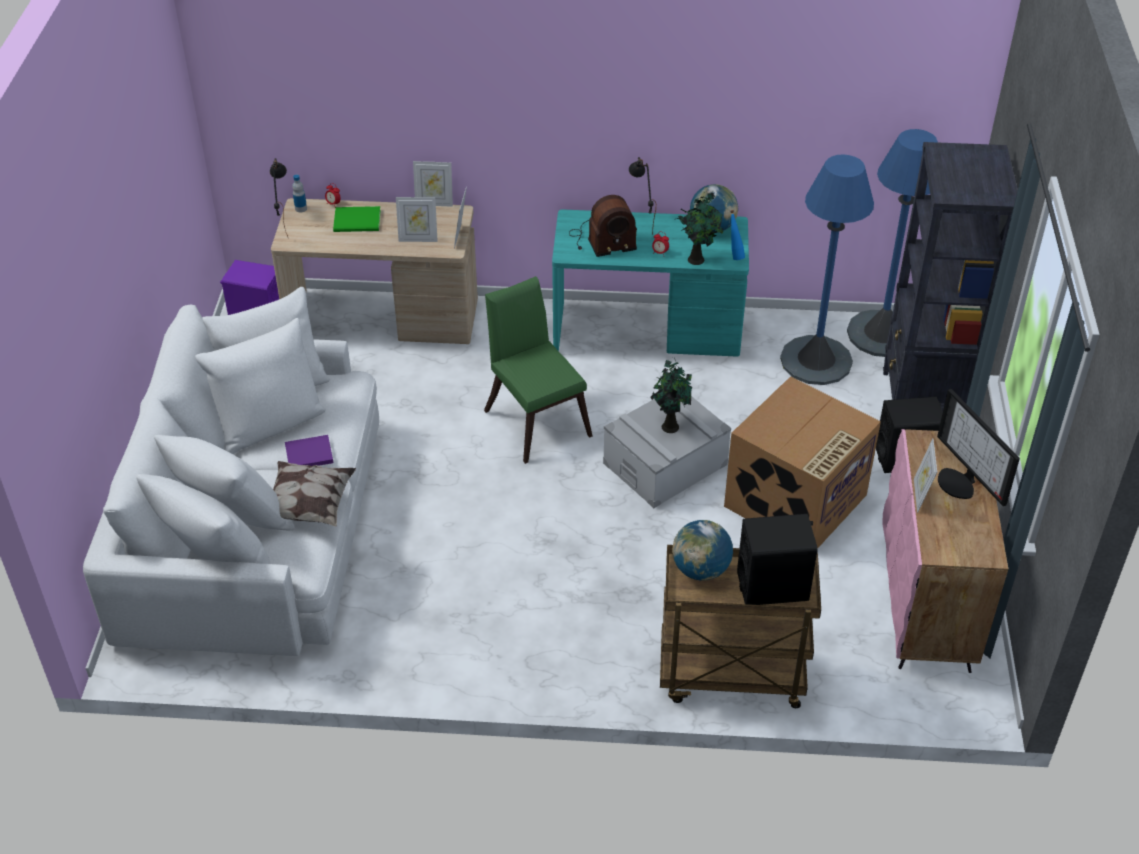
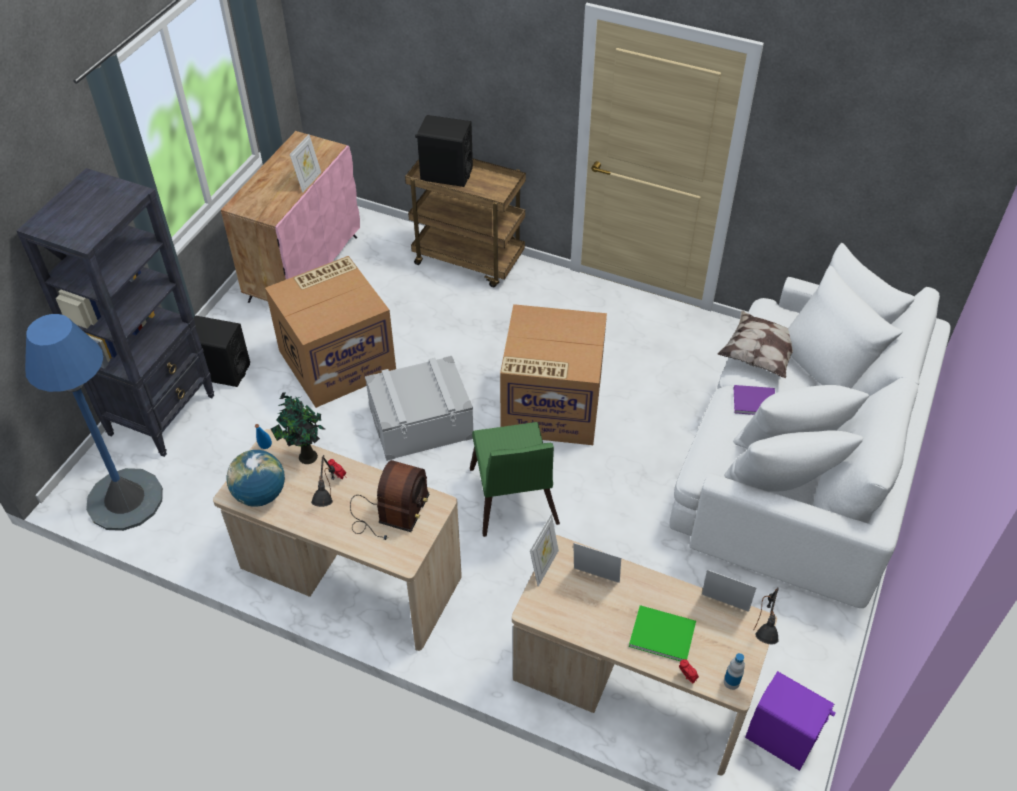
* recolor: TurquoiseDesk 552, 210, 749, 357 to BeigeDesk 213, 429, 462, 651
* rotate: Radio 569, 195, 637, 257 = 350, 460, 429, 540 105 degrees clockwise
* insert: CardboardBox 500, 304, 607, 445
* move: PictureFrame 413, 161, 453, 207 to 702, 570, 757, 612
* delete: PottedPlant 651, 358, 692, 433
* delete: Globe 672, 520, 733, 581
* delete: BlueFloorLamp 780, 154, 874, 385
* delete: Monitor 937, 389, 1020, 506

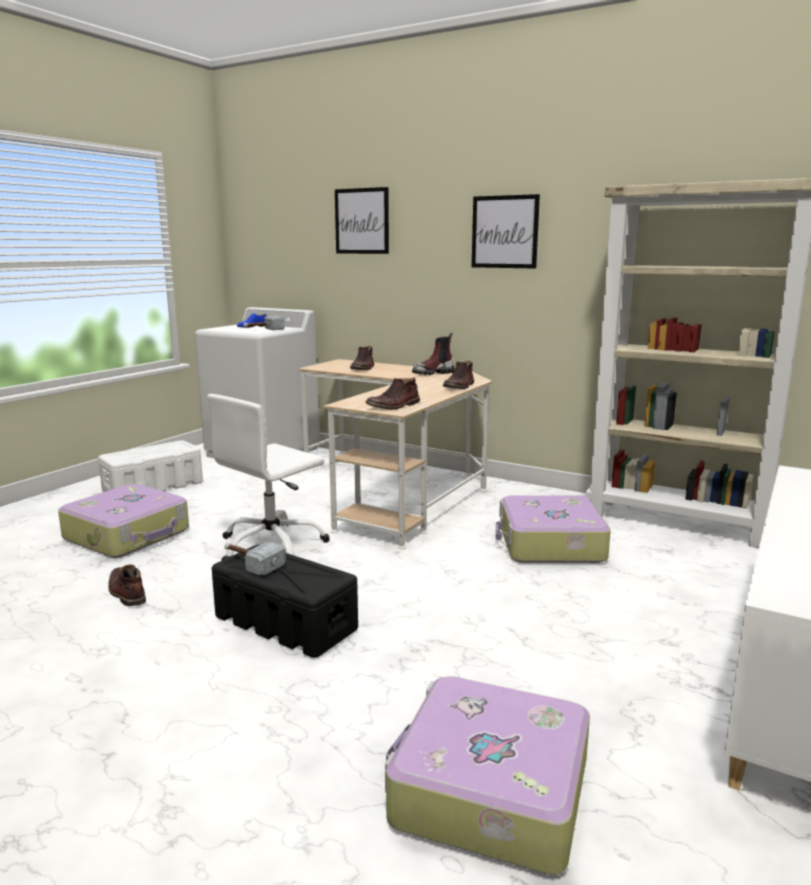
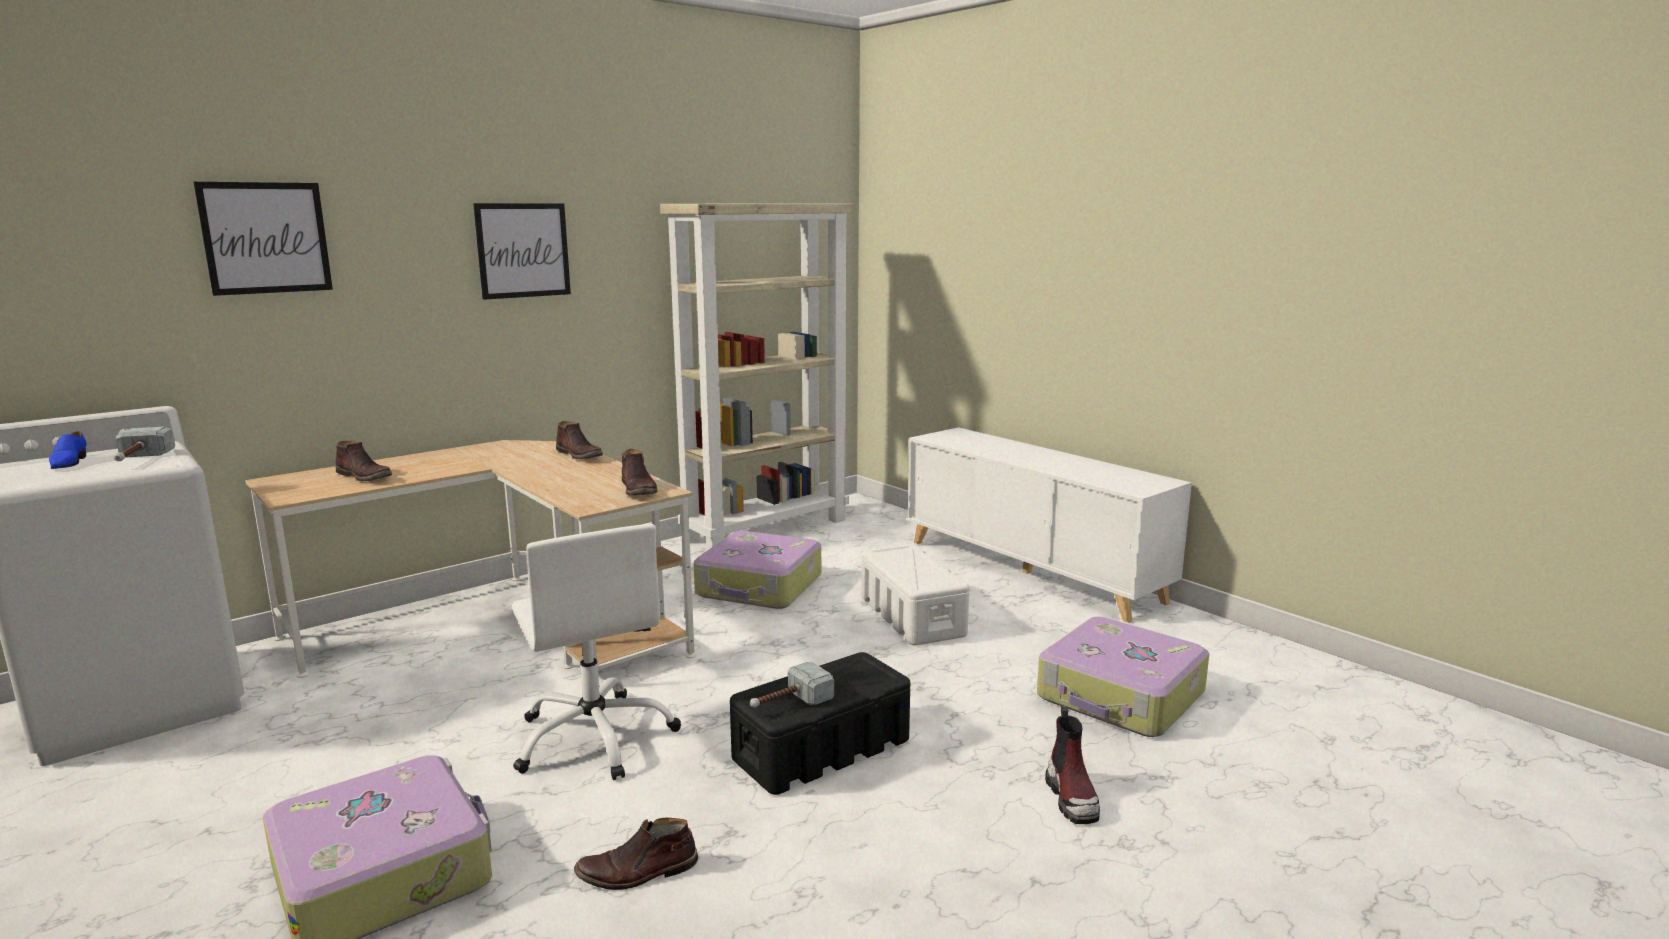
* move: WhiteStorageBox 98, 440, 203, 492 to 861, 544, 969, 645
* move: Boot 412, 333, 455, 375 to 1045, 706, 1100, 824

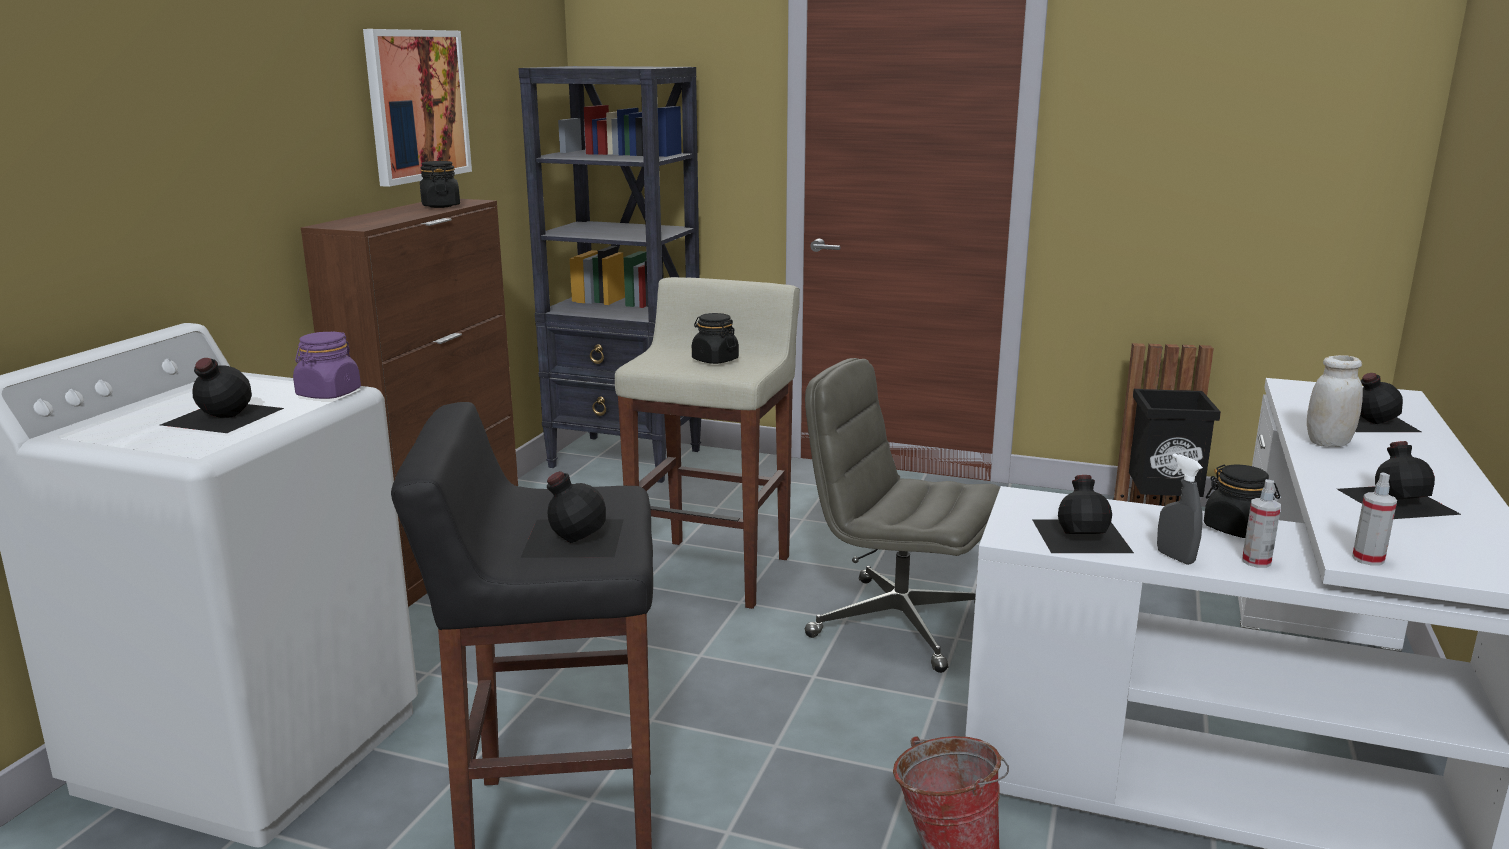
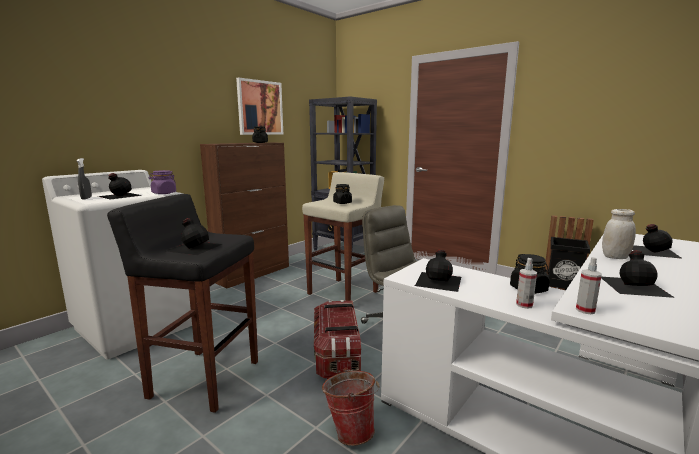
* move: GreySprayBottle 1157, 453, 1203, 565 to 77, 158, 92, 199
* insert: StorageBox 314, 300, 361, 379

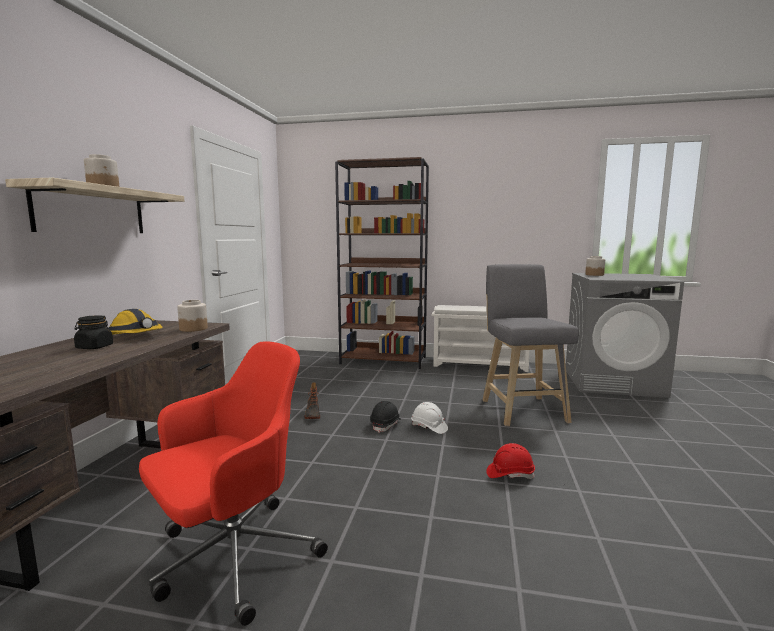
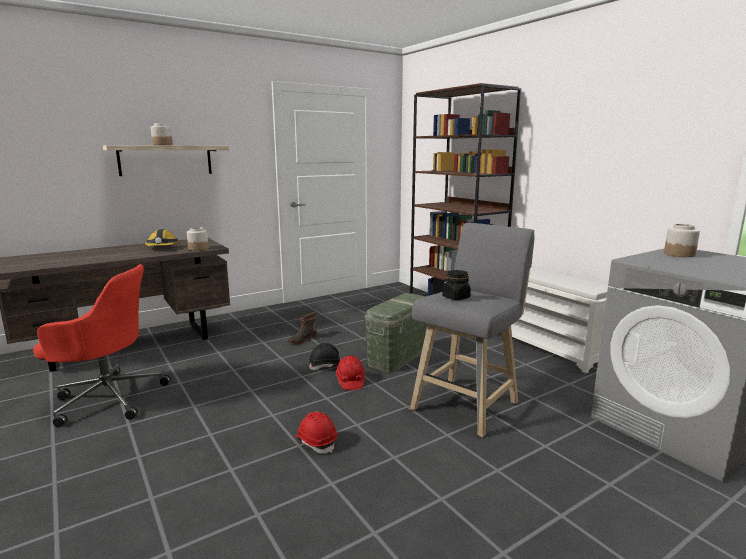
* recolor: WhiteHardHat 411, 402, 448, 434 to RedHardHat 336, 356, 365, 390
* insert: GreenStorageBox 365, 293, 427, 372
* move: BlackJar 74, 315, 113, 349 to 442, 270, 471, 300

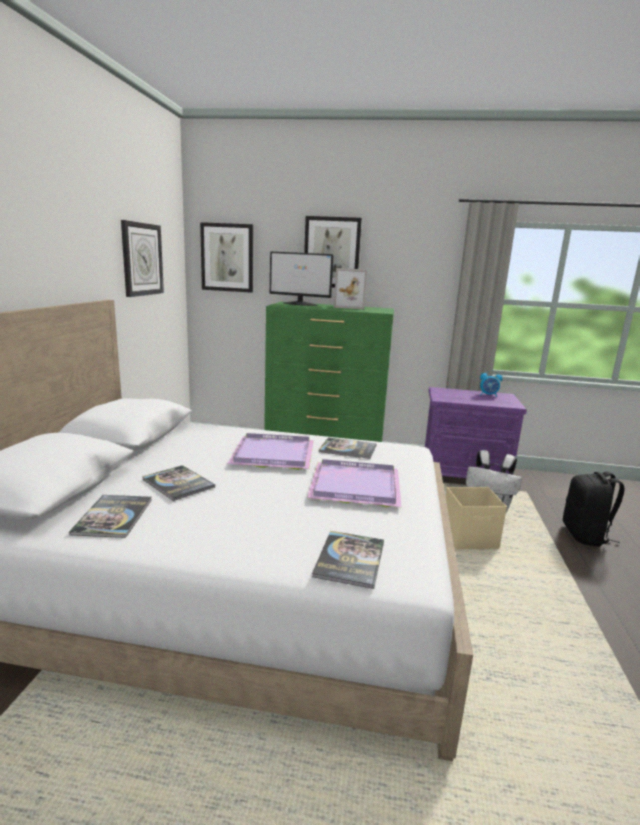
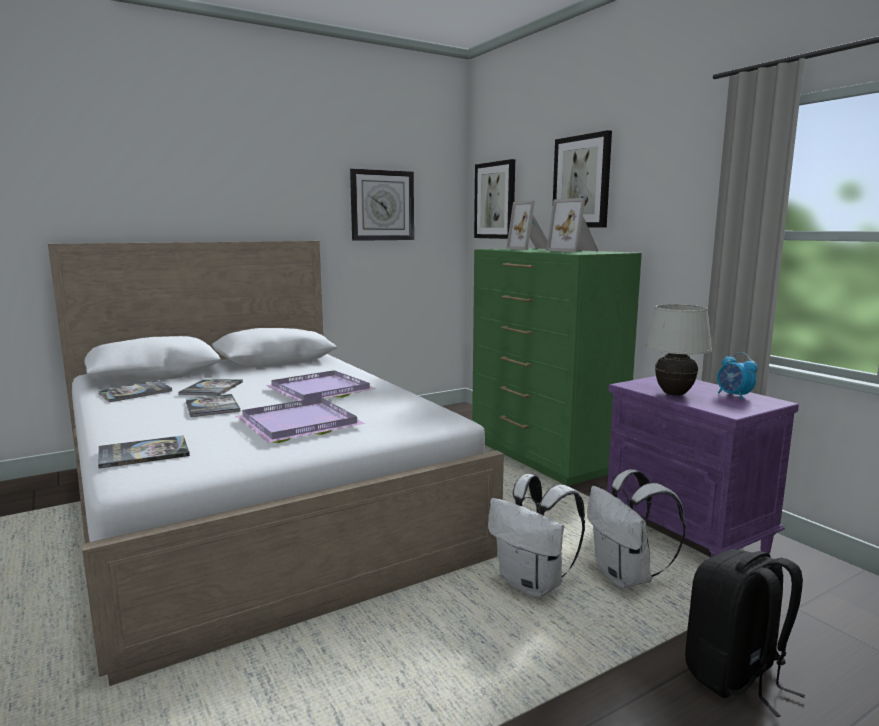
* move: Book 319, 437, 377, 459 to 186, 394, 240, 417
* replace: BeigeStorageBox 446, 487, 507, 549 to WhiteBackpack 488, 474, 585, 598
* replace: Monitor 270, 251, 334, 306 to PictureFrame 506, 201, 548, 250
* insert: WhiteTableLamp 646, 304, 712, 396

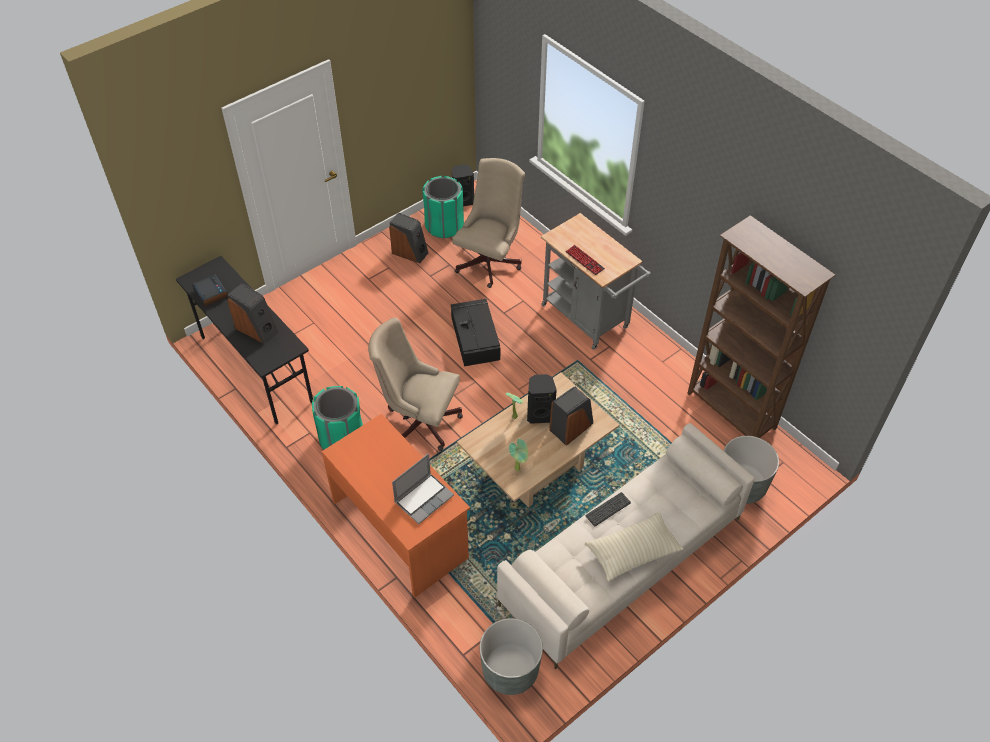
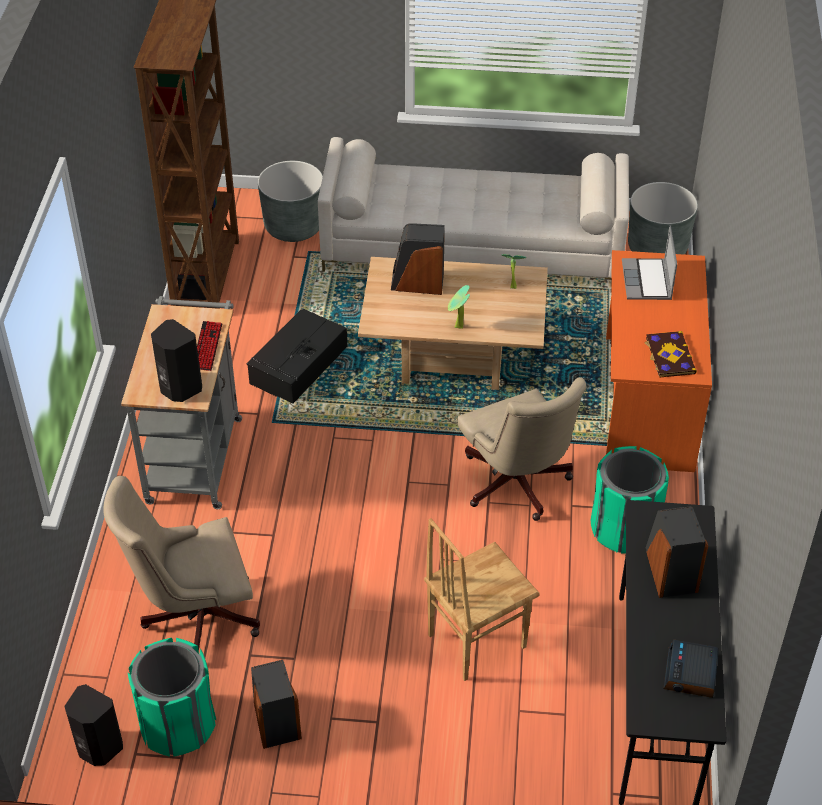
* move: BlackSpeaker 527, 374, 557, 424 to 151, 319, 202, 402
* move: BlackStorageBox 451, 299, 500, 366 to 247, 309, 347, 403
* insert: BrownChair 424, 518, 539, 681
* rotate: Laptop 392, 454, 454, 524 = 622, 225, 677, 300 90 degrees counterclockwise
* insert: Book 644, 331, 697, 377
* delete: BeigePillow 585, 512, 684, 582
* delete: Keyboard 586, 492, 631, 526

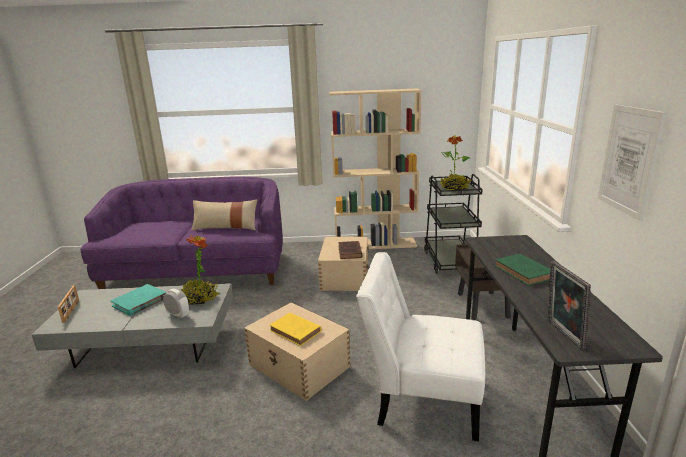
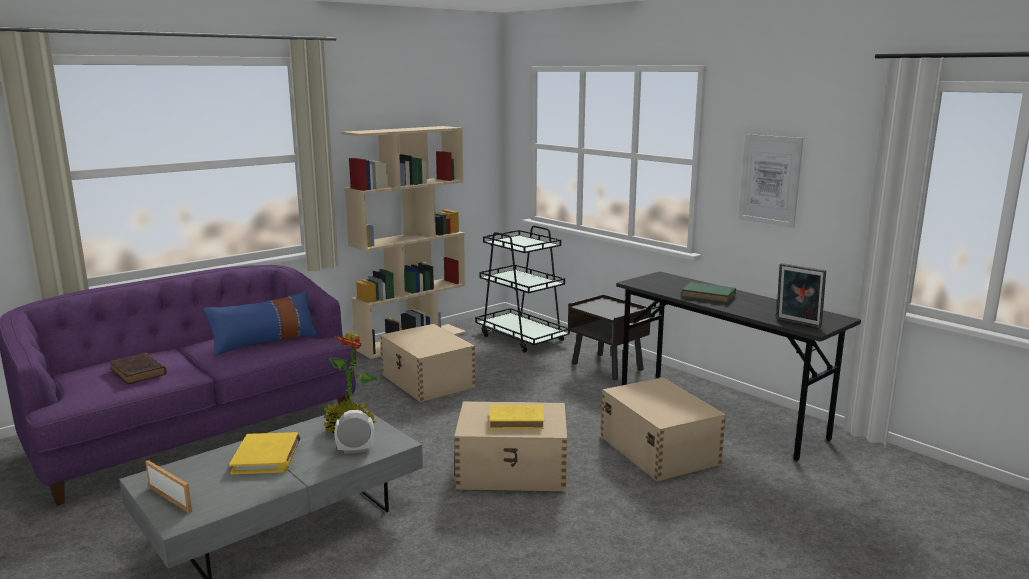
* move: BrownBook 338, 241, 363, 259 to 109, 353, 167, 384
* recolor: BeigePillow 192, 200, 257, 230 to BluePillow 203, 291, 318, 356
* recolor: TurquoiseBook 110, 284, 167, 316 to YellowBook 229, 432, 301, 474
* replace: WhiteChair 356, 252, 485, 441 to BeigeStorageBox 601, 378, 726, 482
* delete: PottedPlant 440, 135, 472, 190

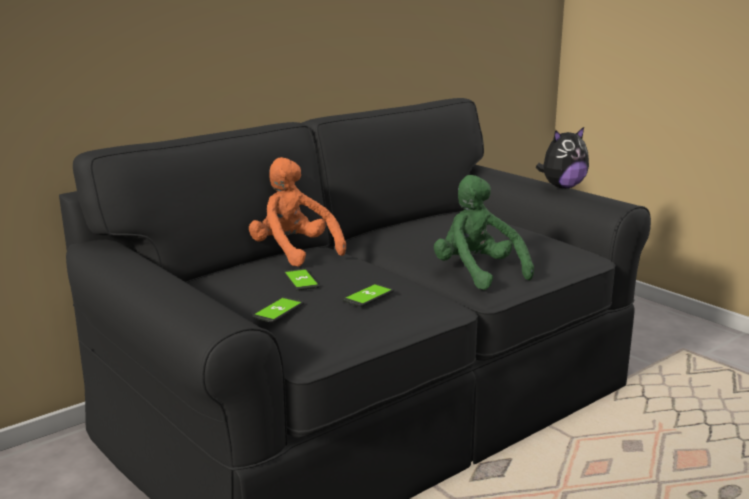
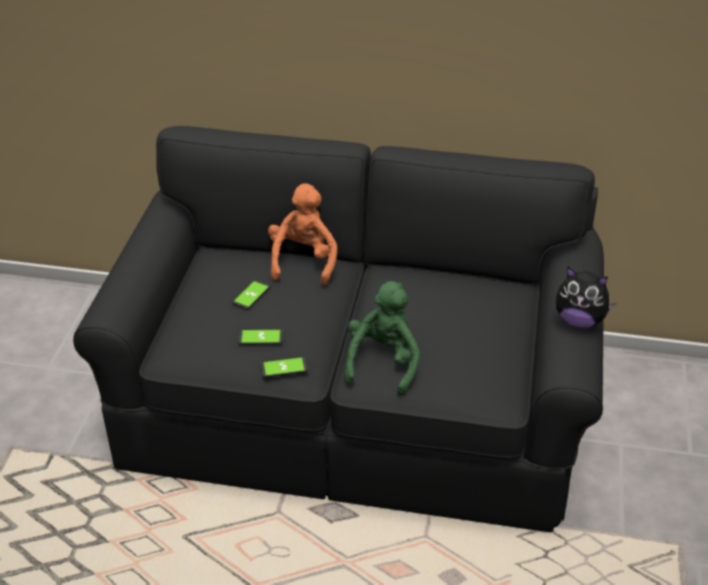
* move: Phone 252, 297, 304, 323 to 260, 357, 308, 378

